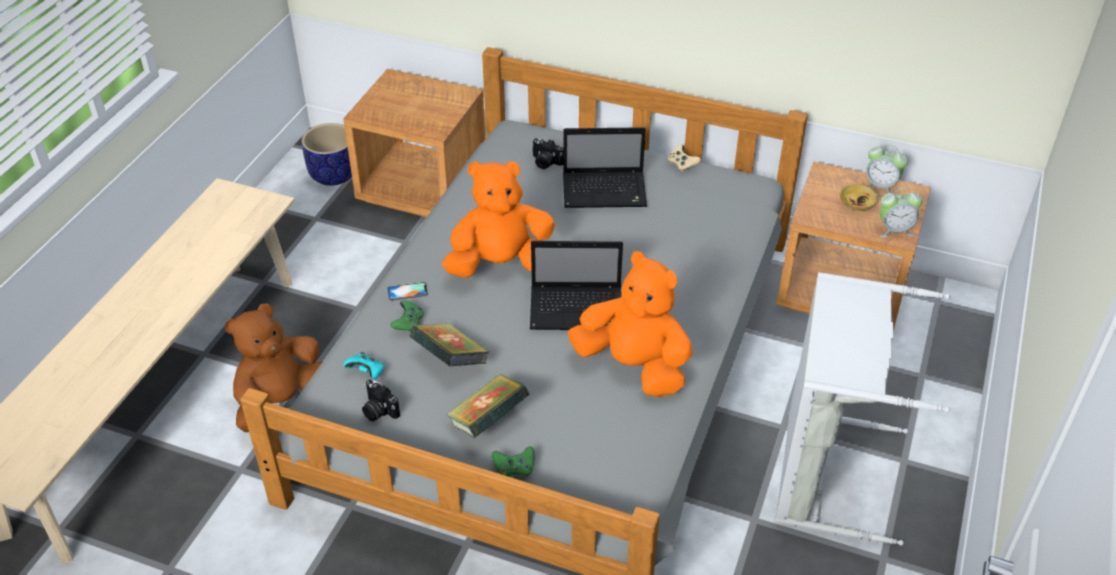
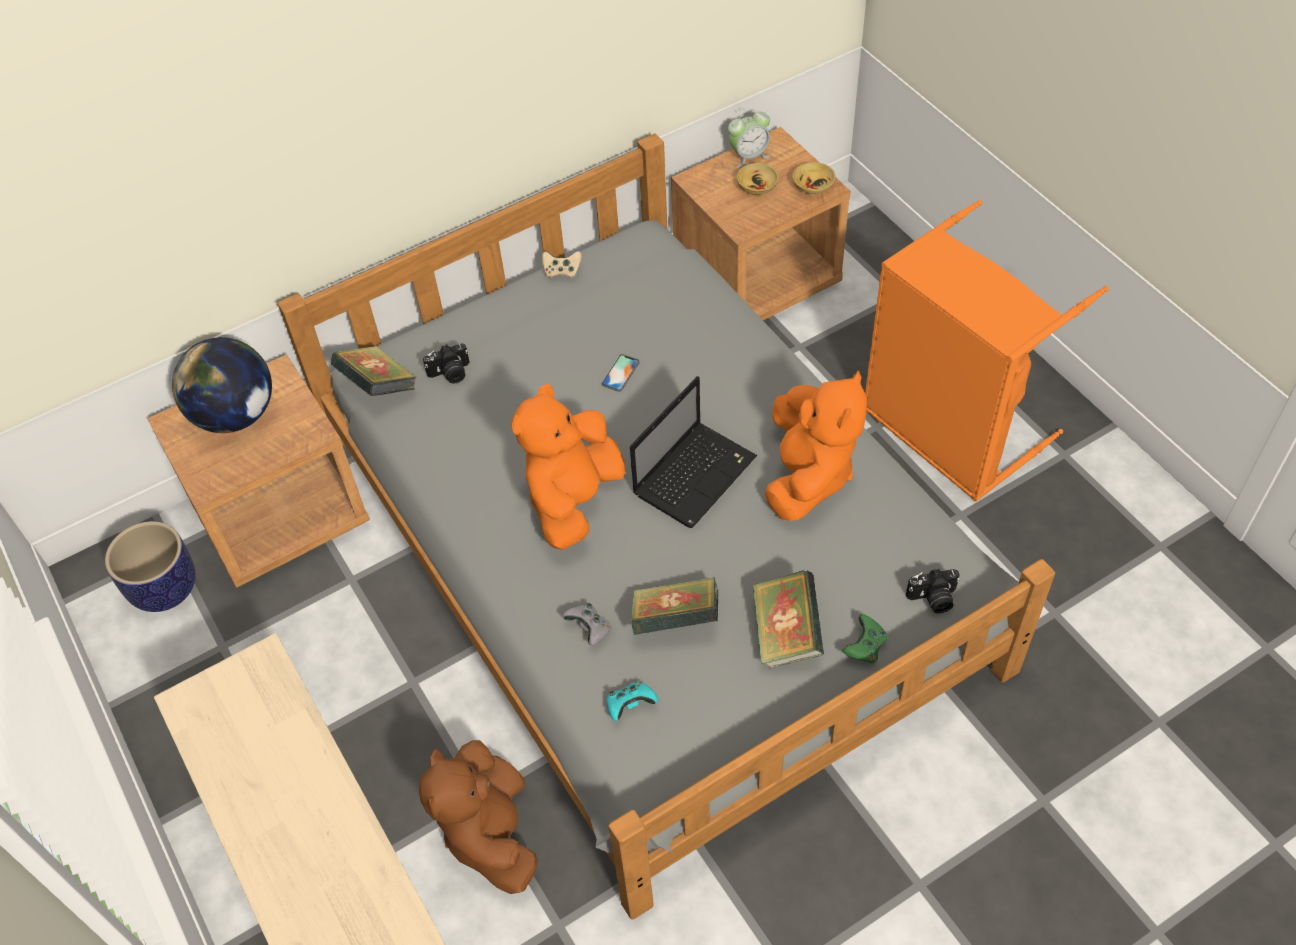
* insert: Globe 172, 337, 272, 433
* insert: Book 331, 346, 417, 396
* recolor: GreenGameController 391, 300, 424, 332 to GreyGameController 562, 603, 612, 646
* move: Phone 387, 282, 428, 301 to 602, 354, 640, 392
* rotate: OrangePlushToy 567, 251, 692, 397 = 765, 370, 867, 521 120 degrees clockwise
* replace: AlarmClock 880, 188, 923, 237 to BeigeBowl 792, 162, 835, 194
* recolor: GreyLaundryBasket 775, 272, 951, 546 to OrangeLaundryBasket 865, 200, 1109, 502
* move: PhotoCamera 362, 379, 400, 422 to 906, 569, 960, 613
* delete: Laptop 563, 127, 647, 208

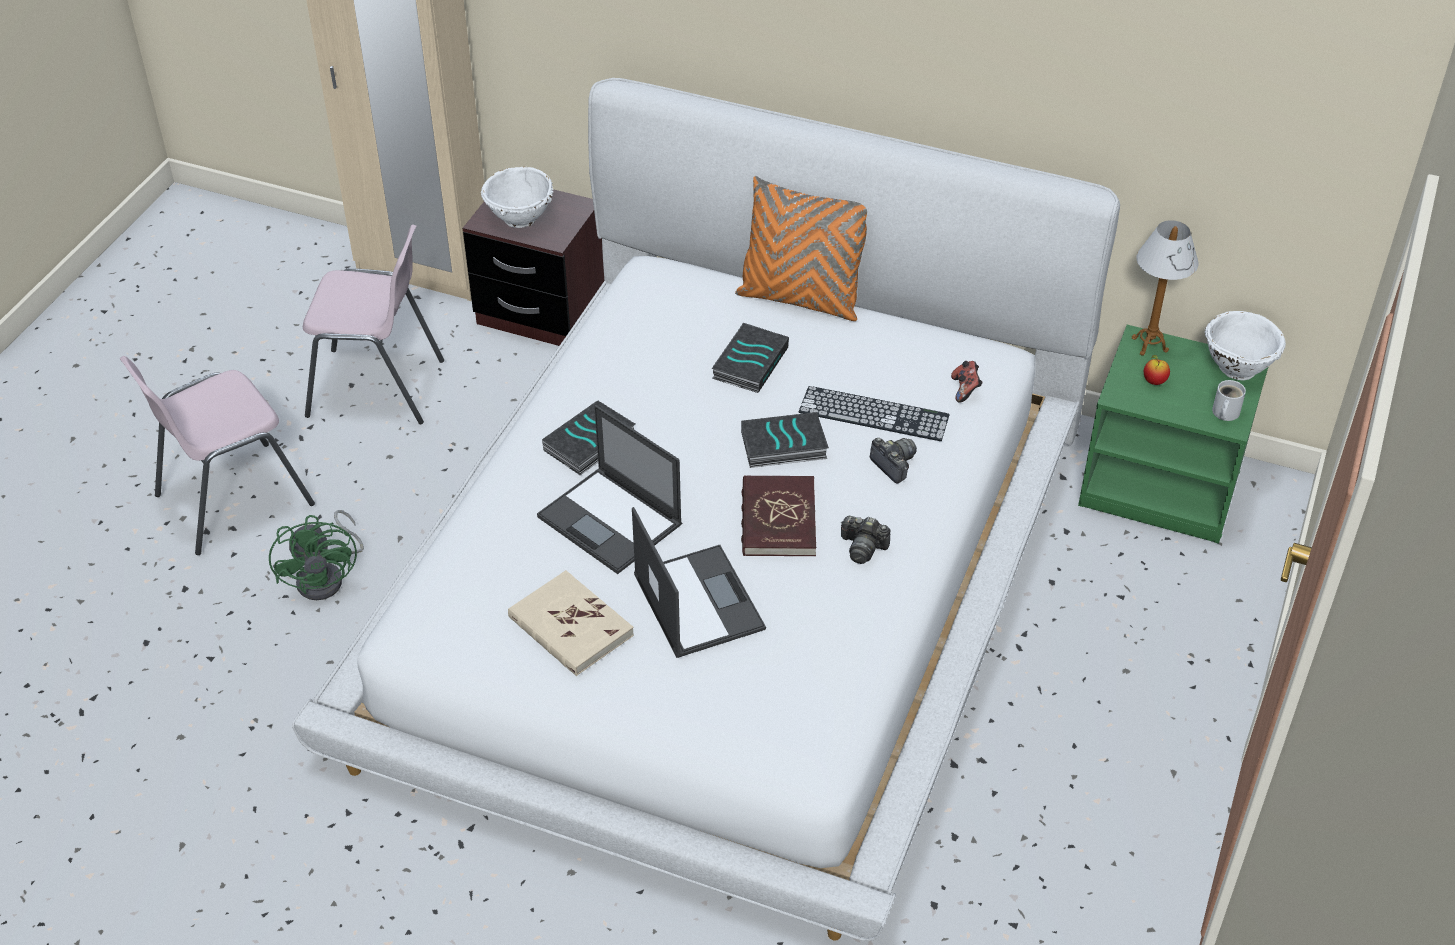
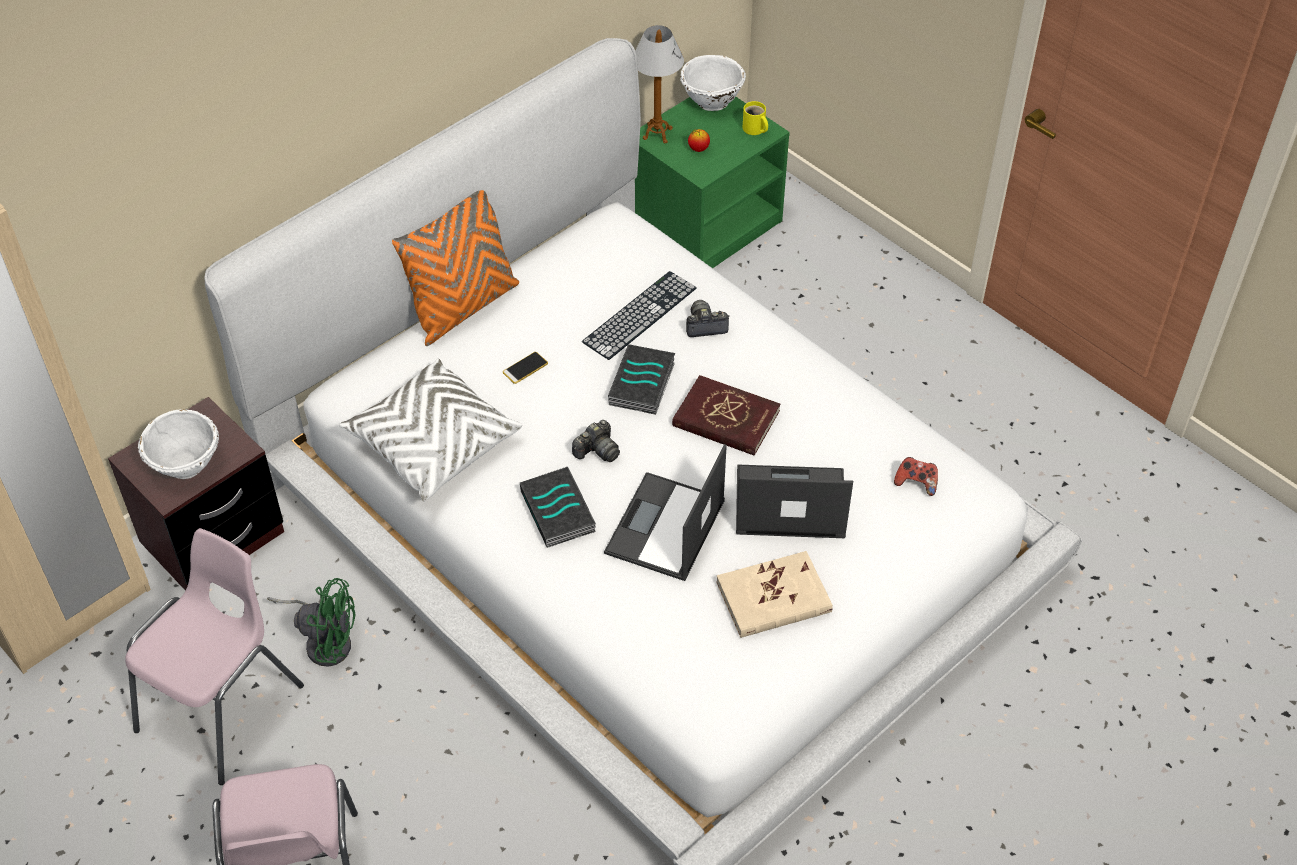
* move: GreenFan 269, 510, 364, 600 to 267, 578, 356, 667
* insert: WhitePillow 339, 358, 522, 502
* replace: Book 712, 323, 789, 393 to Phone 503, 352, 548, 384
* move: PhotoCamera 840, 516, 890, 564 to 572, 420, 620, 462
* rotate: Laptop 537, 405, 682, 574 = 604, 444, 727, 581 135 degrees clockwise
* recolor: WhiteMug 1212, 380, 1246, 421 to YellowMug 743, 101, 768, 135
* move: GameController 951, 361, 983, 403 to 894, 457, 938, 496

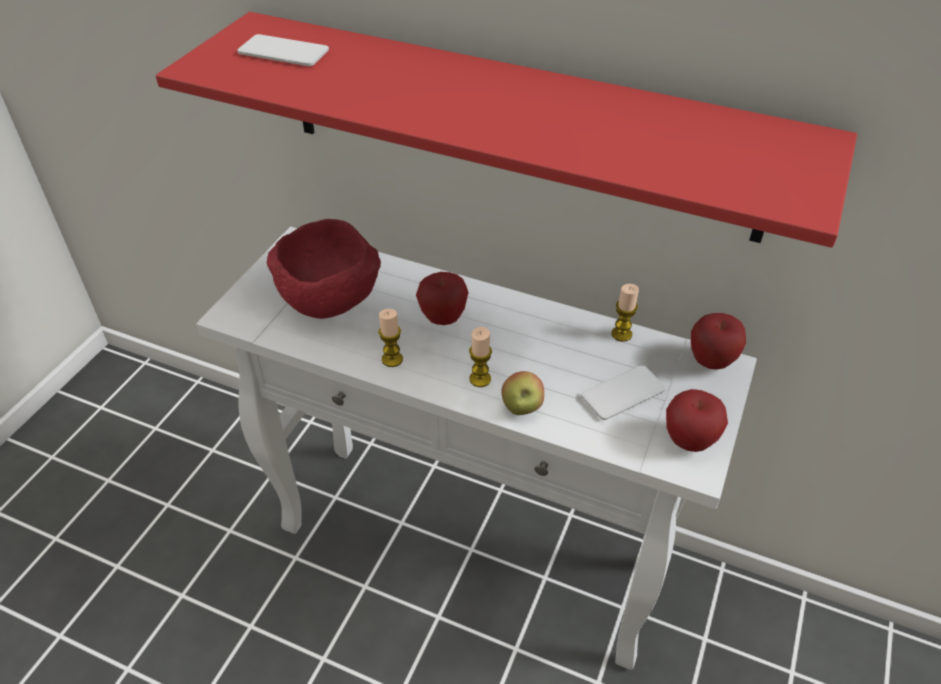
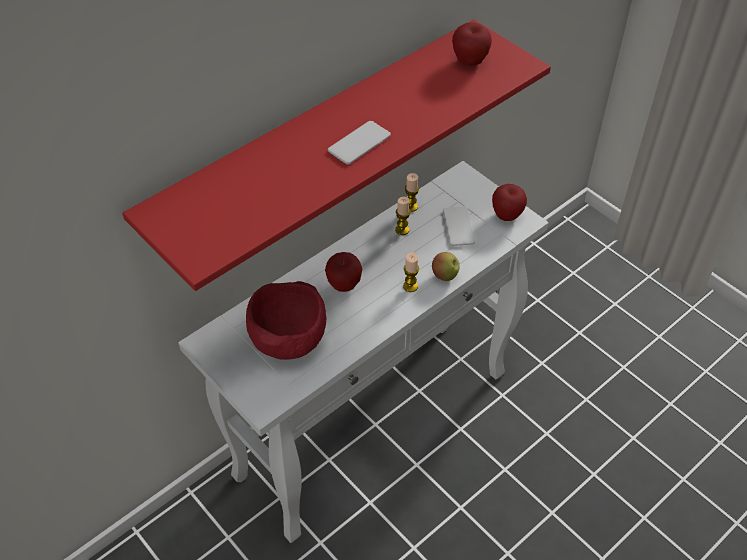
* move: Phone 237, 34, 329, 66 to 328, 121, 391, 164
* move: Candle 378, 309, 403, 367 to 395, 197, 410, 235
* move: Apple 691, 313, 746, 370 to 452, 22, 492, 66

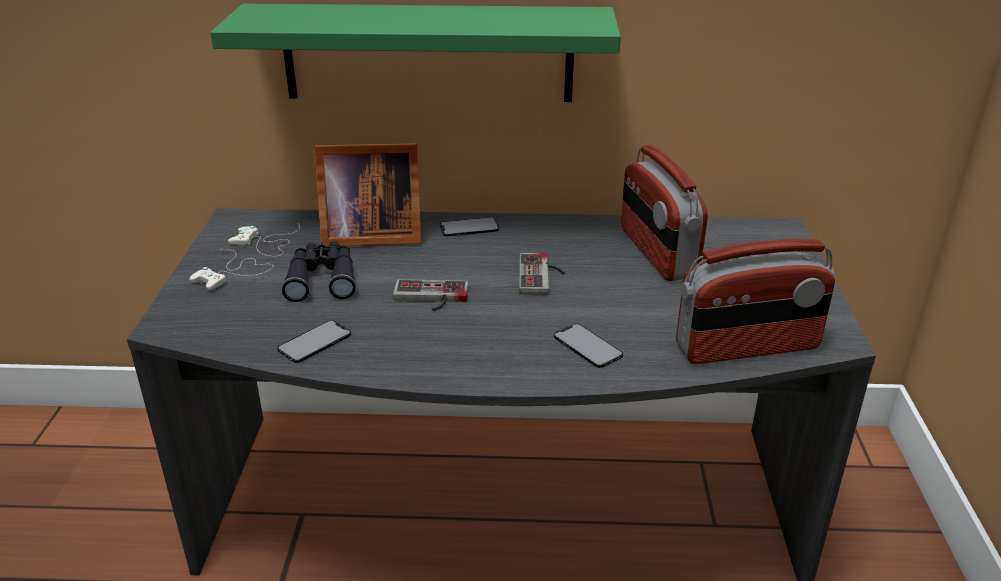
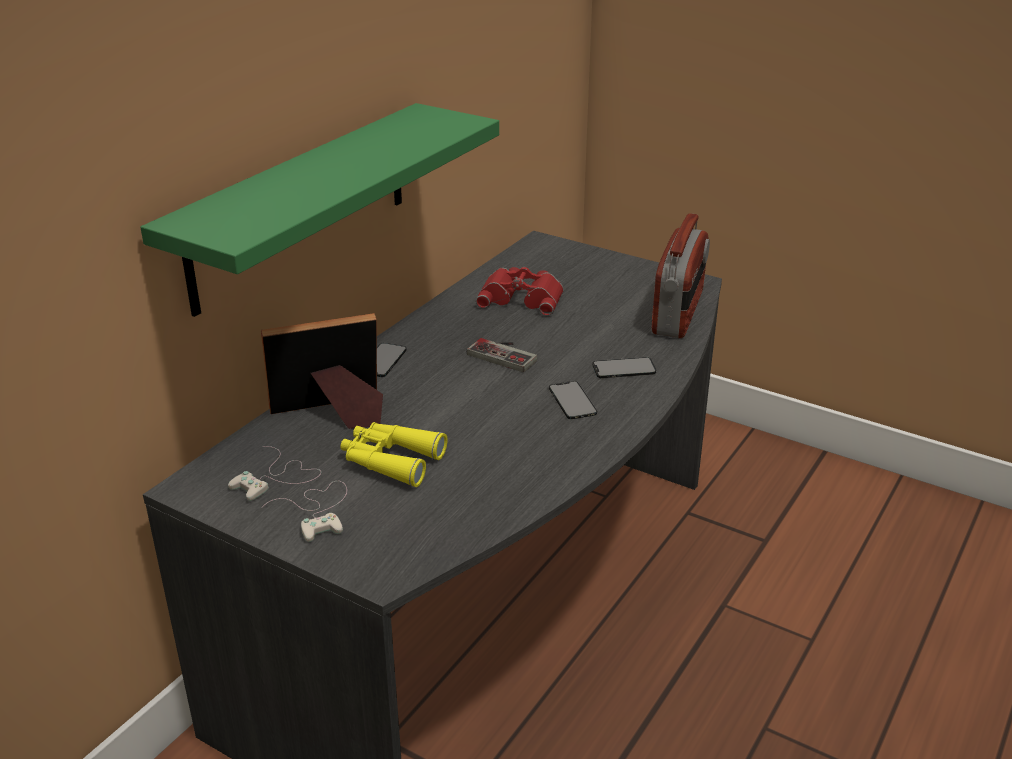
* rotate: PictureFrame 314, 143, 421, 246 = 261, 313, 383, 429 135 degrees counterclockwise
* recolor: BlackBinoculars 282, 241, 356, 302 to YellowBinoculars 340, 422, 448, 487
* replace: Radio 621, 145, 708, 281 to RedBinoculars 476, 267, 564, 316
* move: Phone 277, 320, 351, 363 to 549, 381, 597, 419
* delete: GameController 393, 279, 469, 311

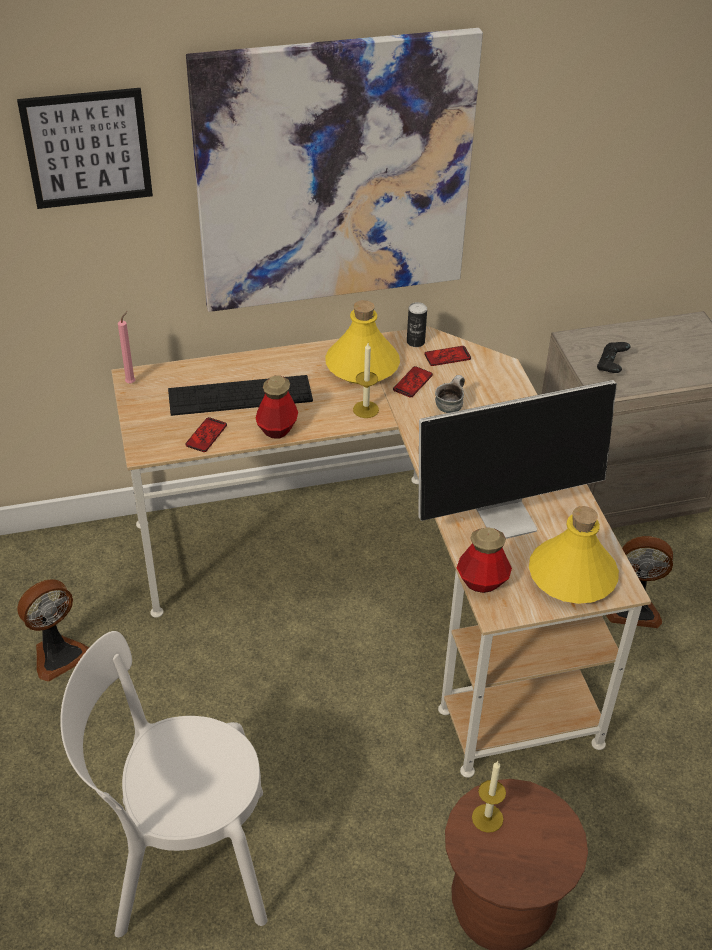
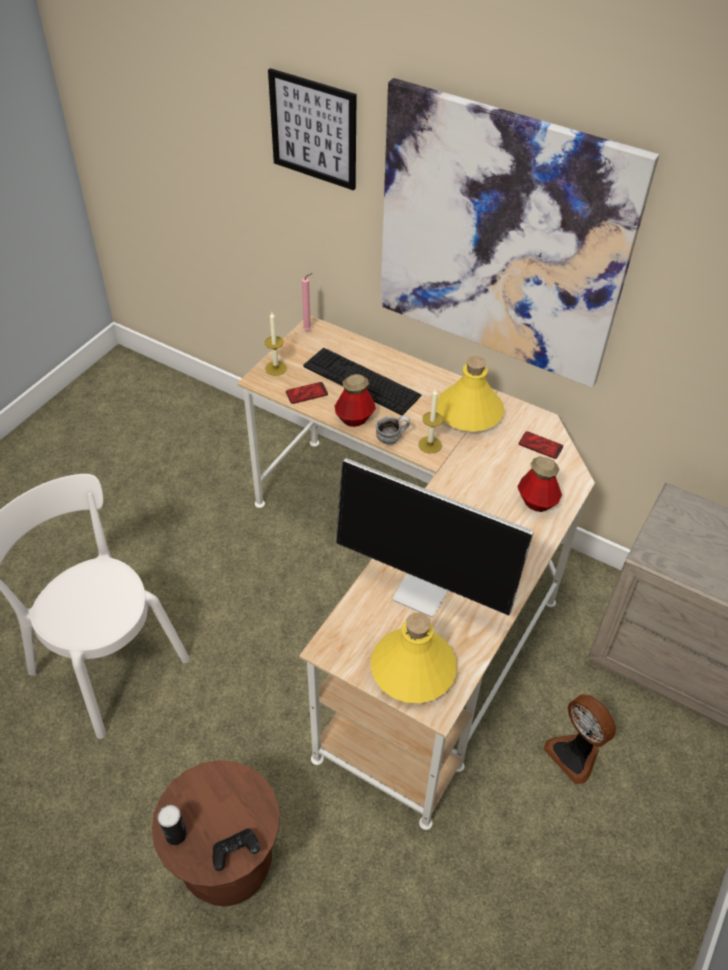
* move: Can 407, 302, 427, 347 to 158, 805, 187, 845
* move: BlackGameController 597, 342, 630, 373 to 213, 829, 260, 871
* move: Candle 472, 760, 506, 833 to 265, 312, 287, 376
* move: Mug 435, 375, 465, 413 to 376, 416, 410, 444
* move: Bottle 456, 527, 512, 593 to 517, 456, 562, 512
* delete: Fan 17, 579, 89, 682
* delete: Phone 393, 366, 433, 398

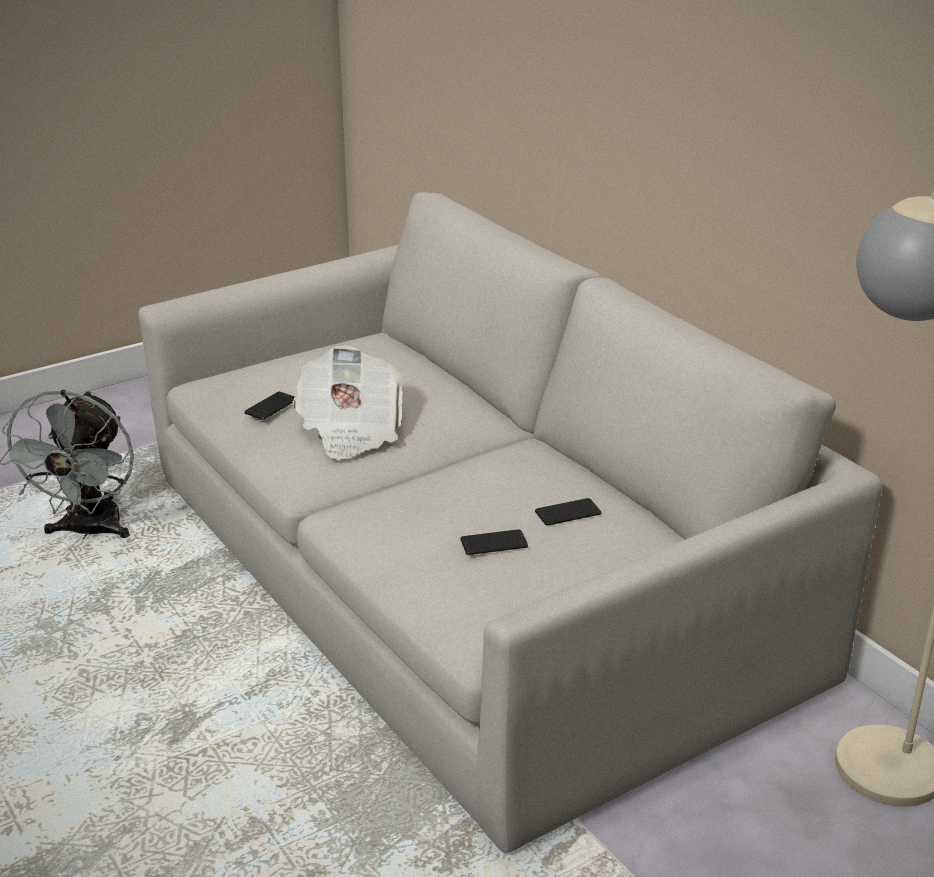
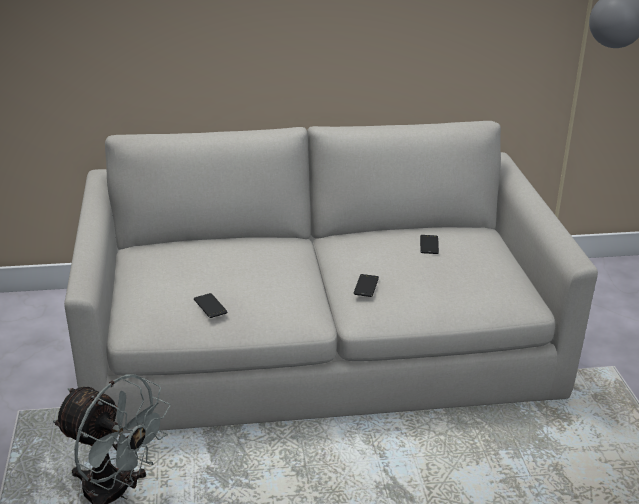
* move: Phone 460, 529, 528, 555 to 353, 274, 379, 297
* delete: Newspaper 293, 345, 404, 460

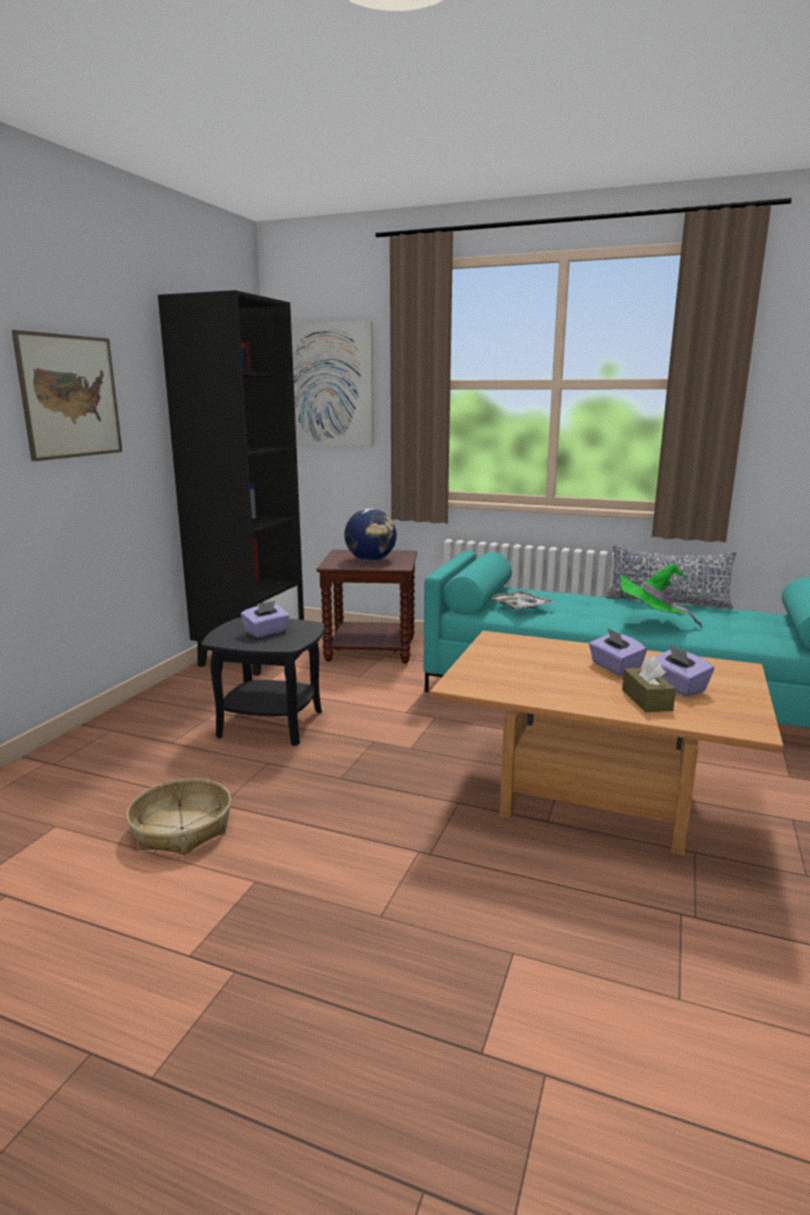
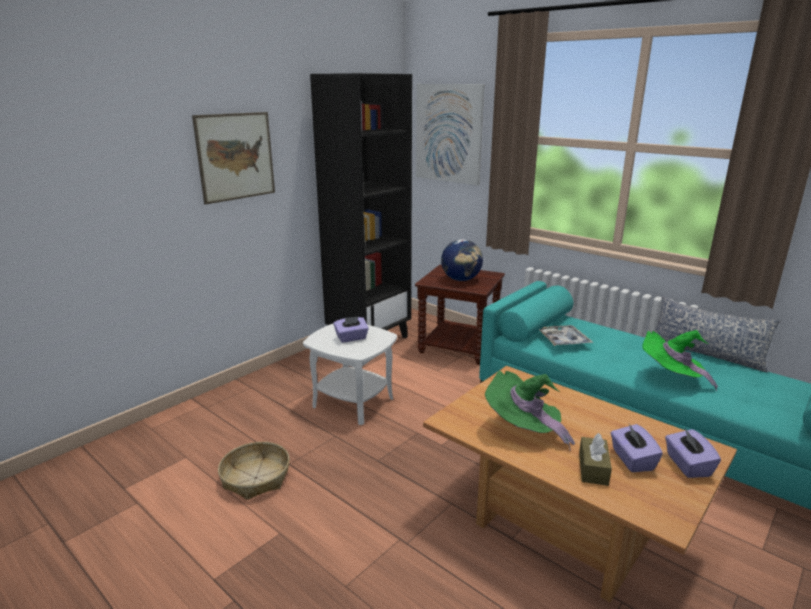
* recolor: BlackSideTable 201, 618, 324, 746 to WhiteSideTable 303, 323, 397, 425
* insert: GreenHat 485, 371, 575, 450
* move: PurpleTissueBox 589, 627, 647, 676 to 665, 428, 721, 478

